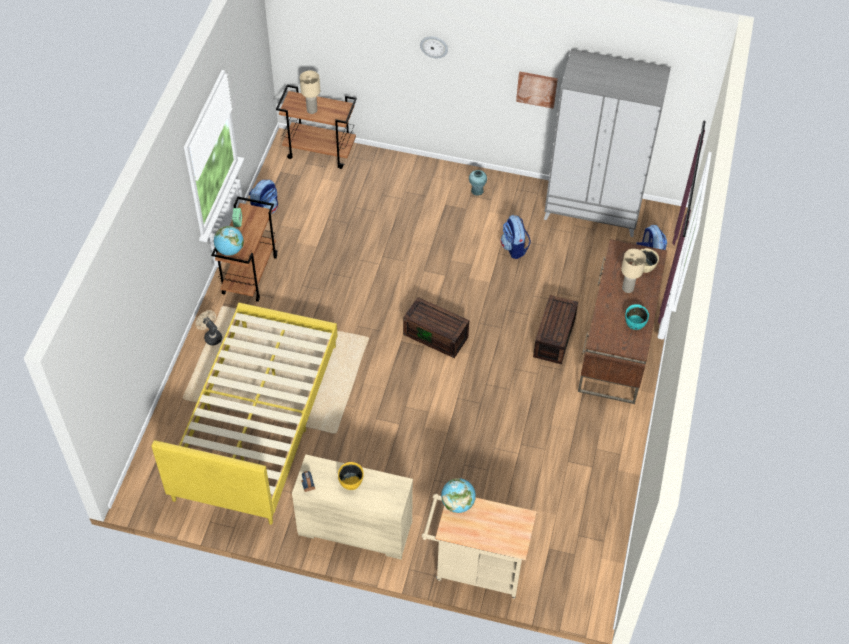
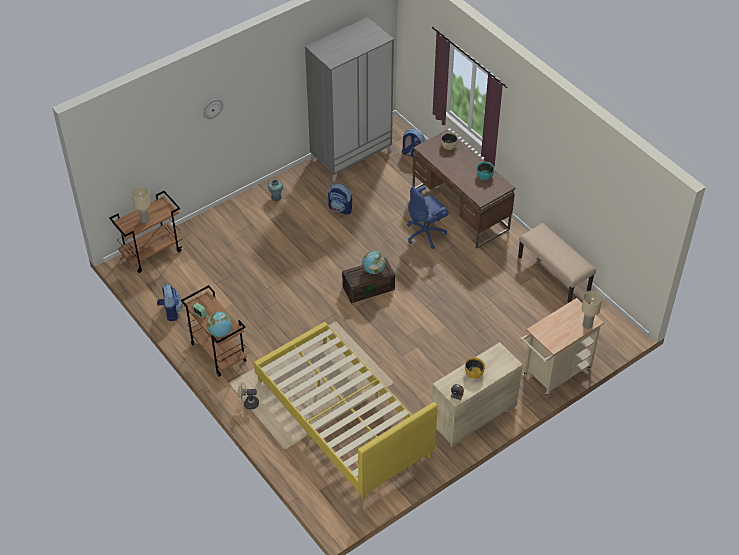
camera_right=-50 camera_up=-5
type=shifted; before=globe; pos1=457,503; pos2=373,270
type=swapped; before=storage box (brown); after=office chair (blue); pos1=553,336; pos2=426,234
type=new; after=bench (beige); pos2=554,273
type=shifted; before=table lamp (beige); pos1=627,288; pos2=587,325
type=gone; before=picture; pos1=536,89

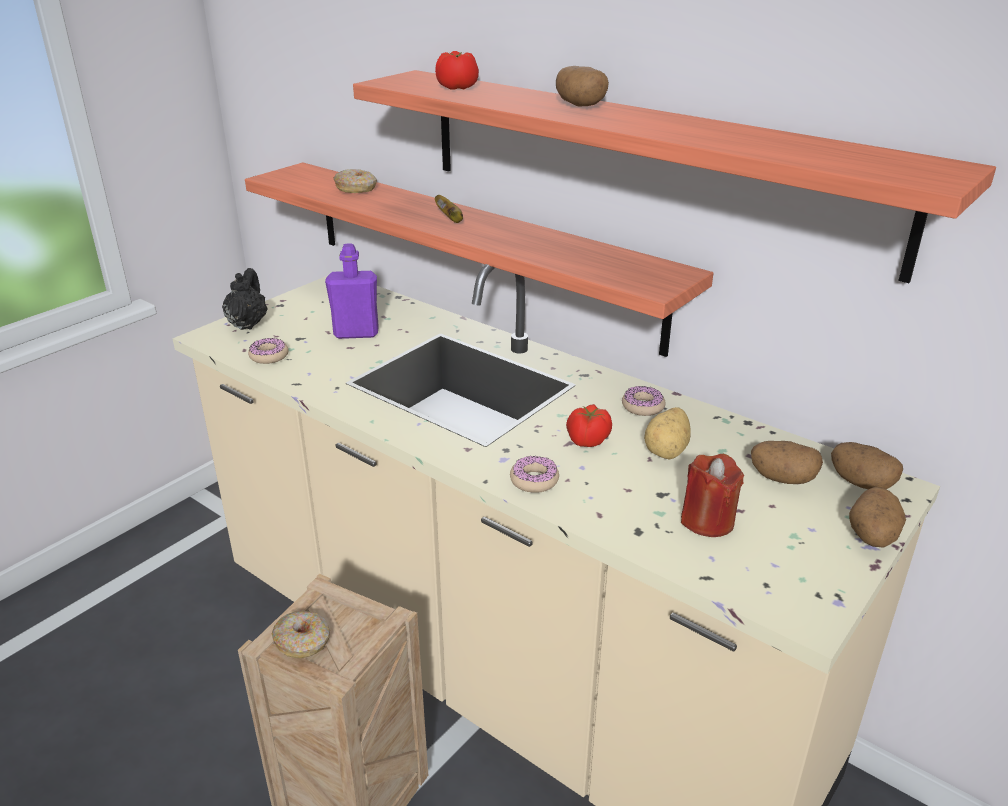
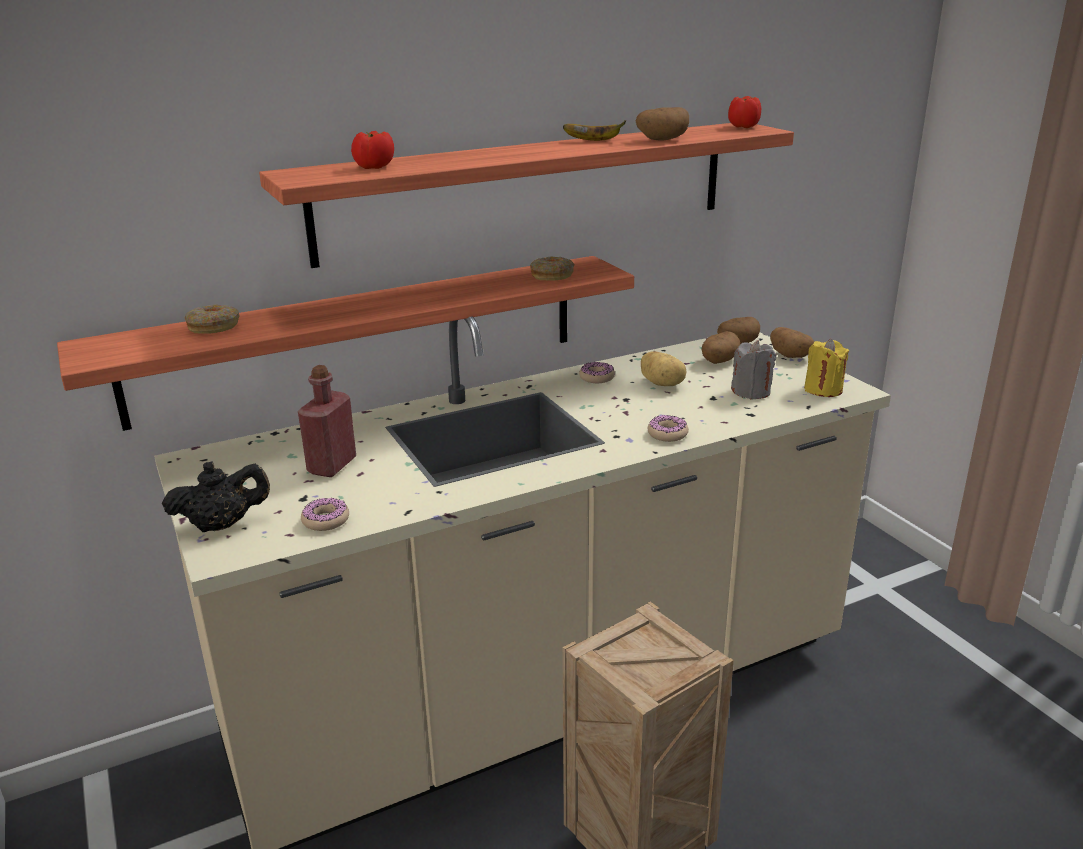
camera_right=-65 camera_up=-5
type=rotated; before=teapot (black); pos1=248,324; pos2=222,525; turn=135
type=repainted; before=bottle (purple); after=bottle (red); pos1=356,333; pos2=332,466
type=shifted; before=donut; pos1=303,641; pos2=552,276
type=shifted; before=banana; pos1=450,219; pos2=594,141
type=shifted; before=potato; pos1=579,105; pos2=662,140
type=shifted; before=tomato; pos1=587,441; pos2=743,127
type=repainted; before=candle (red); after=candle (grey); pos1=707,521; pos2=751,392
type=new; after=candle (yellow); pos2=823,390

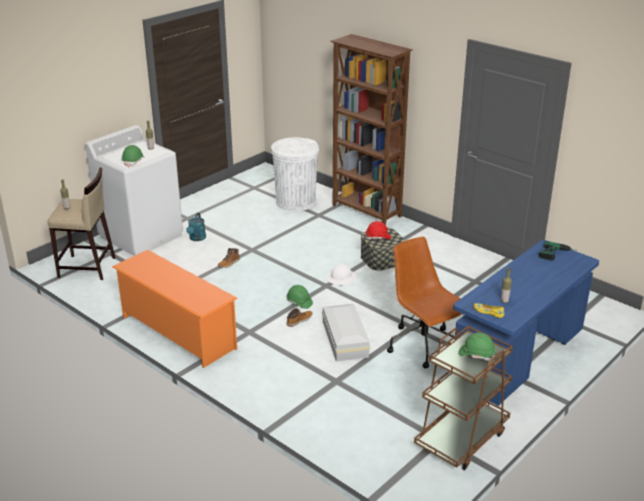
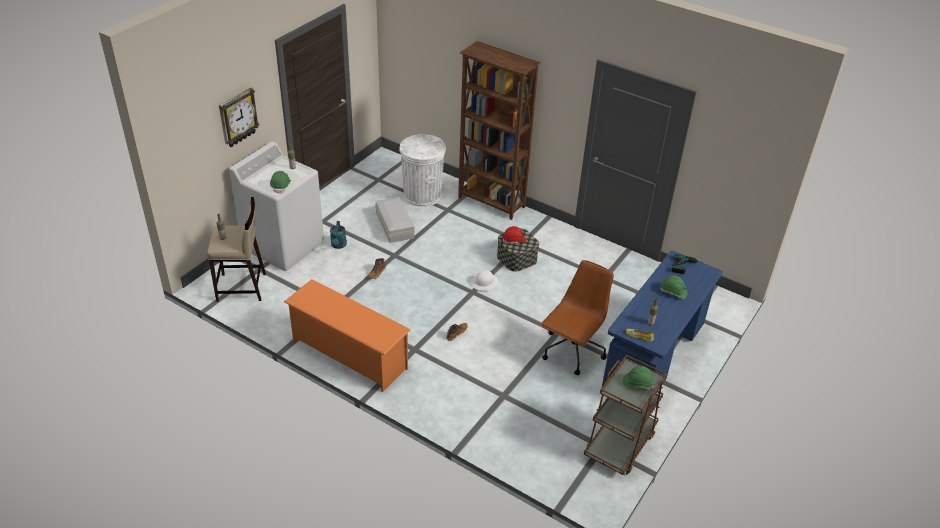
camera_right=-10 camera_up=10
type=new; after=wall clock; pos2=238,117
type=shifted; before=storage box (white); pos1=344,340; pos2=394,225
type=rotated; before=office chair (brown); pos1=424,346; pos2=572,352; turn=75
type=shifted; before=hard hat (green); pos1=299,302; pos2=673,292

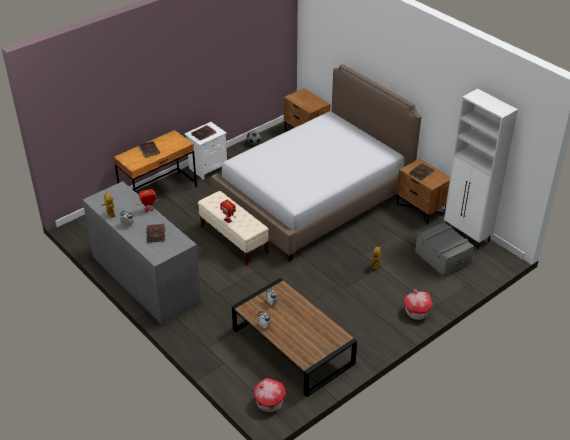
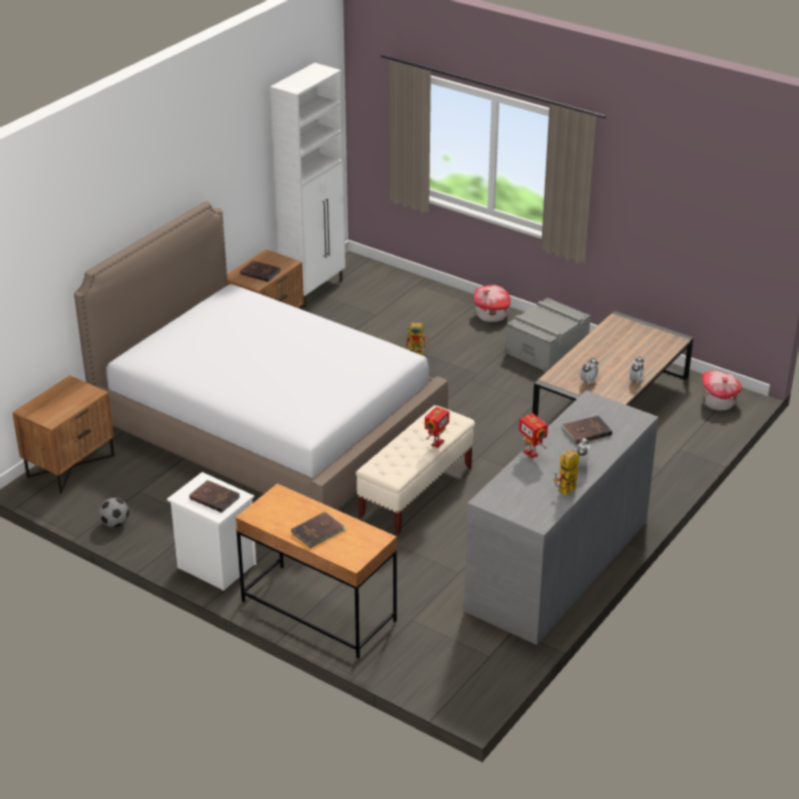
camera_right=-105 camera_up=-5
type=shifted; before=storage box (grey); pos1=442,257; pos2=547,349

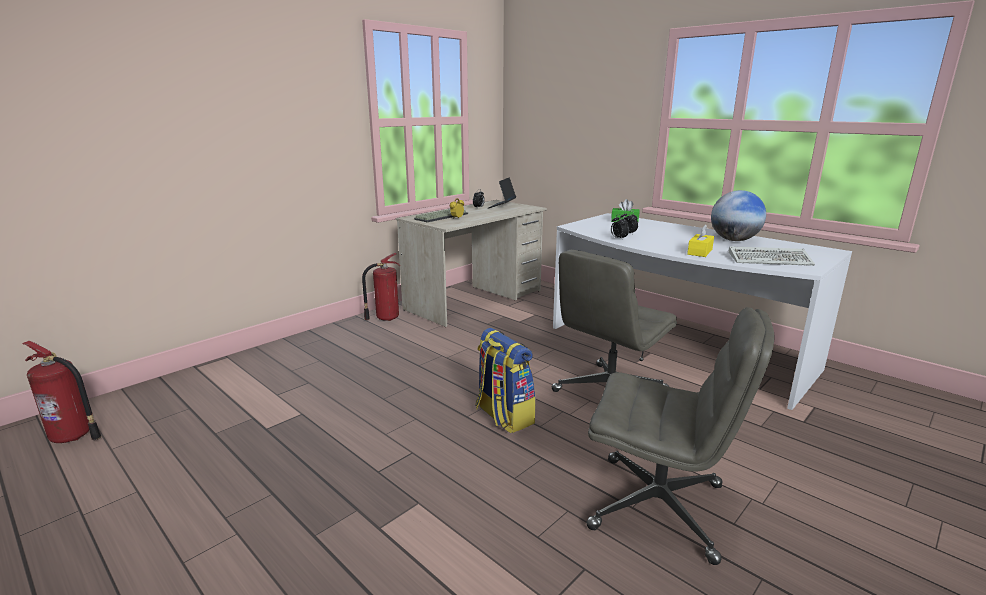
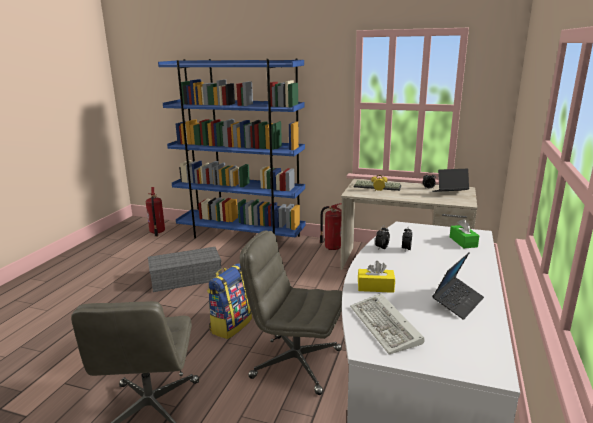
camera_right=65 camera_up=0
type=new; after=storage box (grey); pos2=187,277
type=new; after=bookcase (blue); pos2=241,236
type=swapped; before=globe; after=laptop; pos1=734,240; pos2=457,302

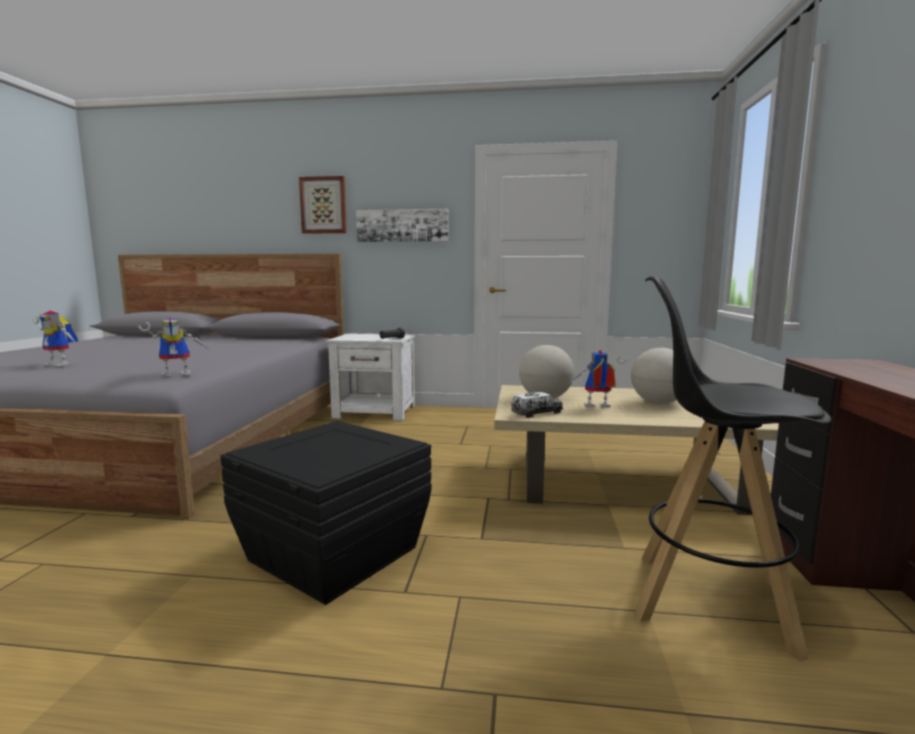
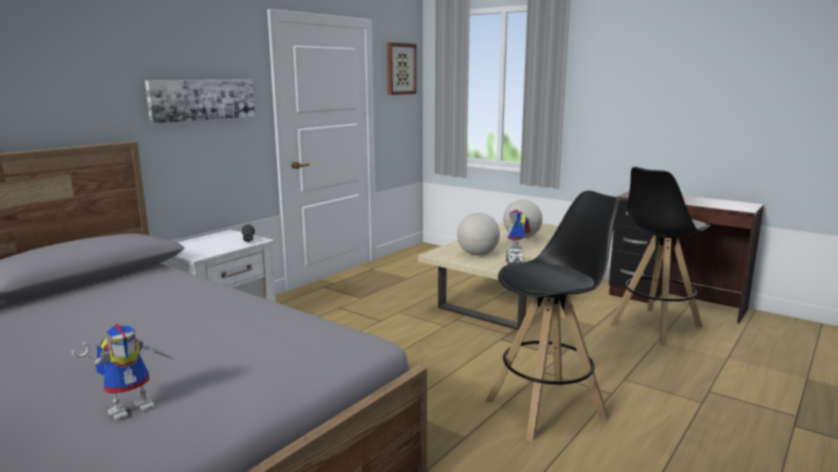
camera_right=-60 camera_up=5
type=shifted; before=picture; pos1=323,205; pos2=400,69
type=swapped; before=storage box (black); after=stool (black); pos1=331,554; pos2=547,409
type=gone; before=toy robot; pos1=179,374

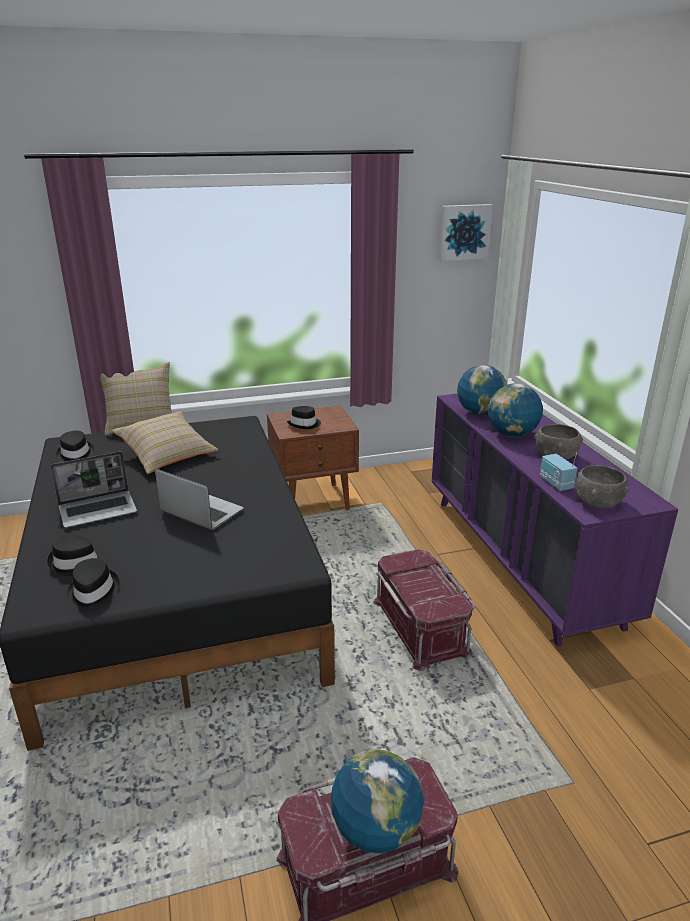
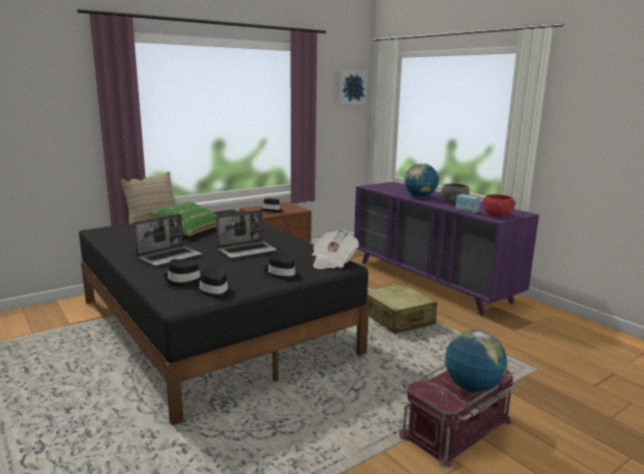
camera_right=-20 camera_up=-10
type=repainted; before=pillow (beige); after=pillow (green); pos1=166,455; pos2=189,230
type=rotated; before=laptop; pos1=200,512; pos2=247,251; turn=135
type=shifted; before=hat (black); pos1=75,455; pos2=282,274
type=new; after=newspaper; pos2=332,262
type=swapped; before=storage box (red); after=suitcase (beige); pos1=421,626; pos2=398,319
type=repainted; before=bowl (grey); after=bowl (red); pos1=597,502; pos2=497,215
type=gone; before=globe; pos1=480,413

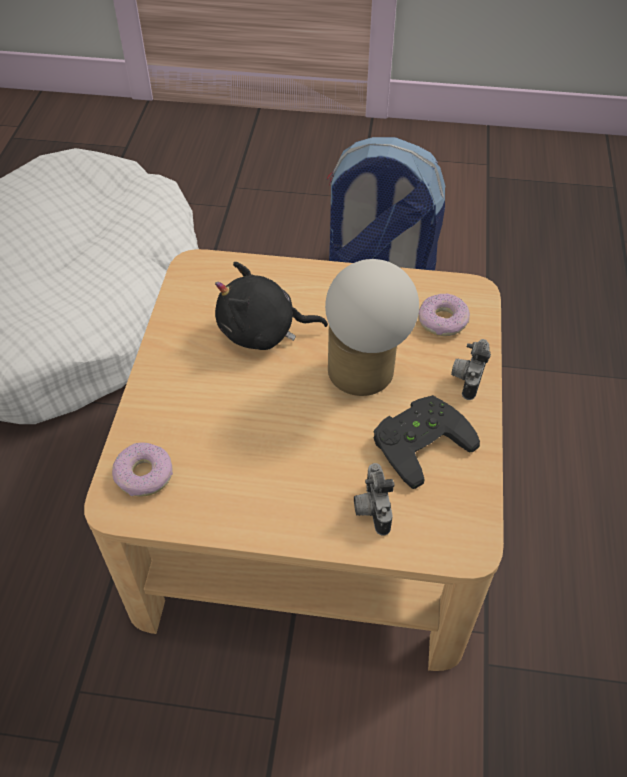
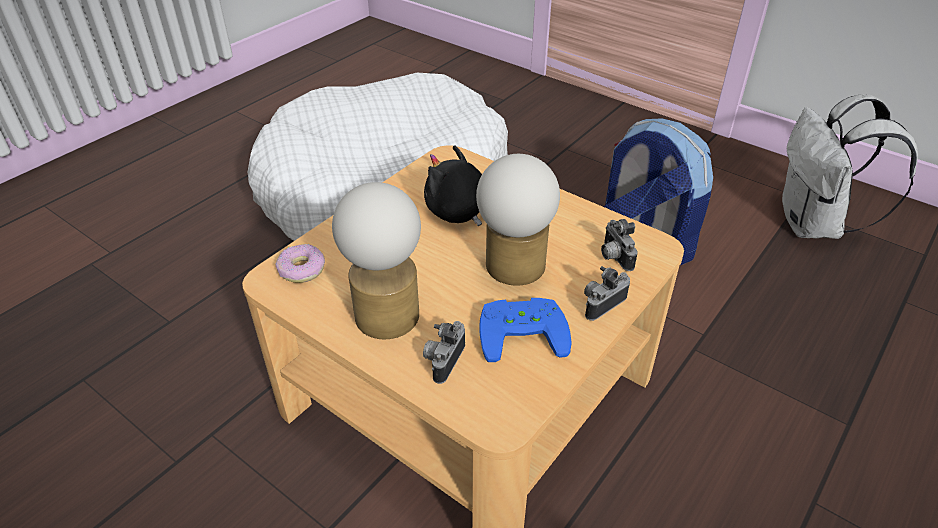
camera_right=30 camera_up=-10
type=new; after=table lamp; pos2=387,308
type=repainted; before=game controller (black); after=game controller (blue); pos1=418,439; pos2=522,330
type=swapped; before=donut; after=photo camera; pos1=443,321; pos2=613,257
type=new; after=backpack (white); pos2=813,225

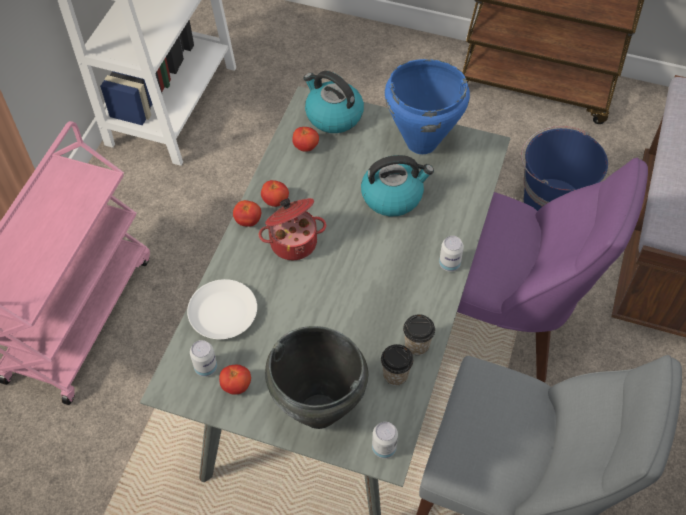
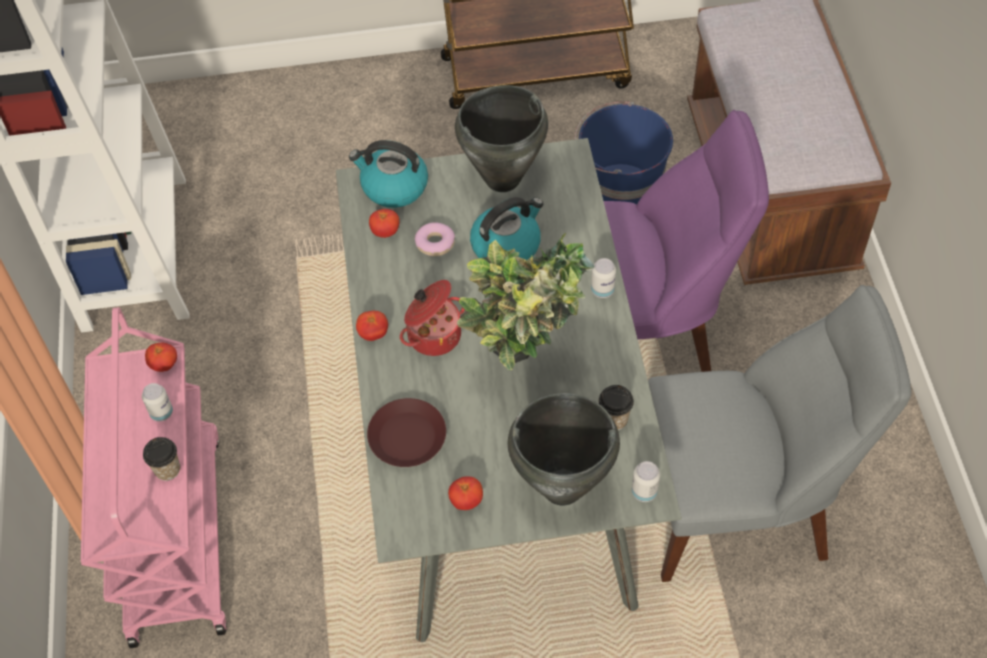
camera_right=-25 camera_up=0
type=shifted; before=can; pos1=206,367; pos2=161,413
type=shifted; before=cup; pos1=417,345; pos2=167,469
type=shifted; before=tomato; pos1=275,201; pos2=164,365
type=repainted; before=plate (white); after=plate (brown); pos1=222,313; pos2=406,437
type=new; after=donut; pos2=435,243
type=repainted; before=cooking pot (blue); after=cooking pot (black); pos1=421,142; pos2=501,178
type=new; after=potted plant; pos2=525,381

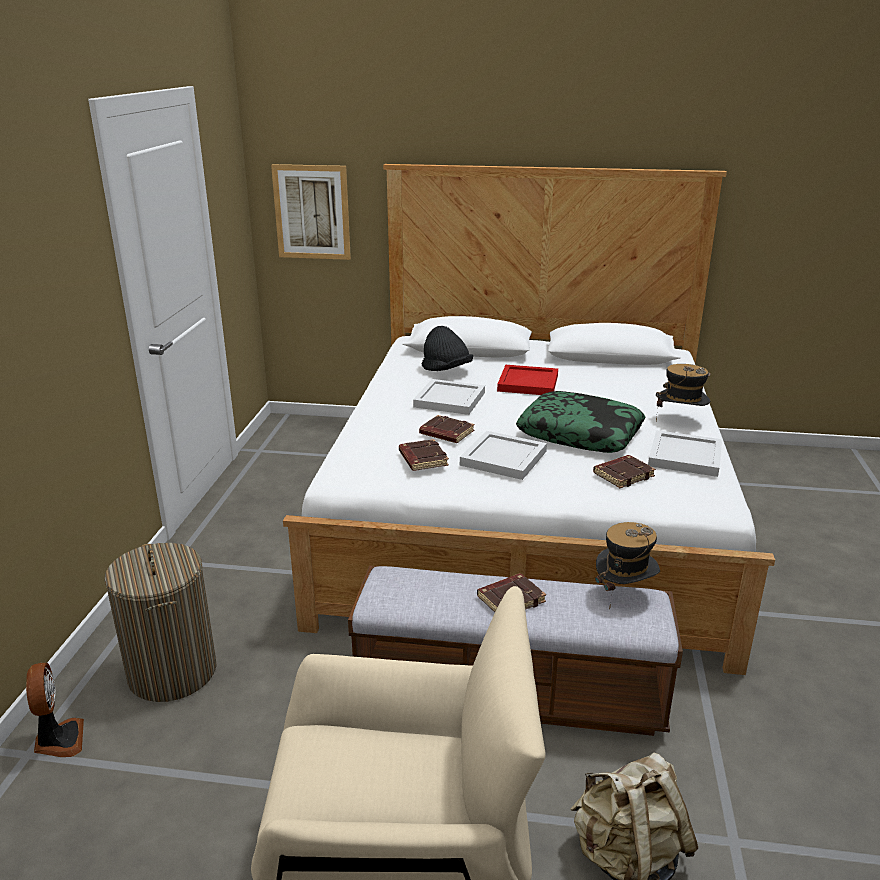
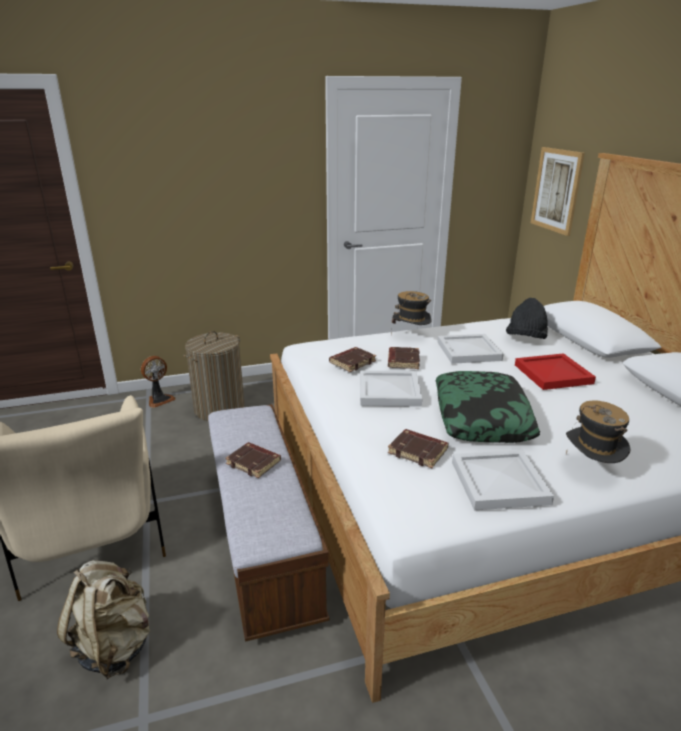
camera_right=65 camera_up=0
type=shifted; before=hat; pos1=624,594; pos2=410,336

